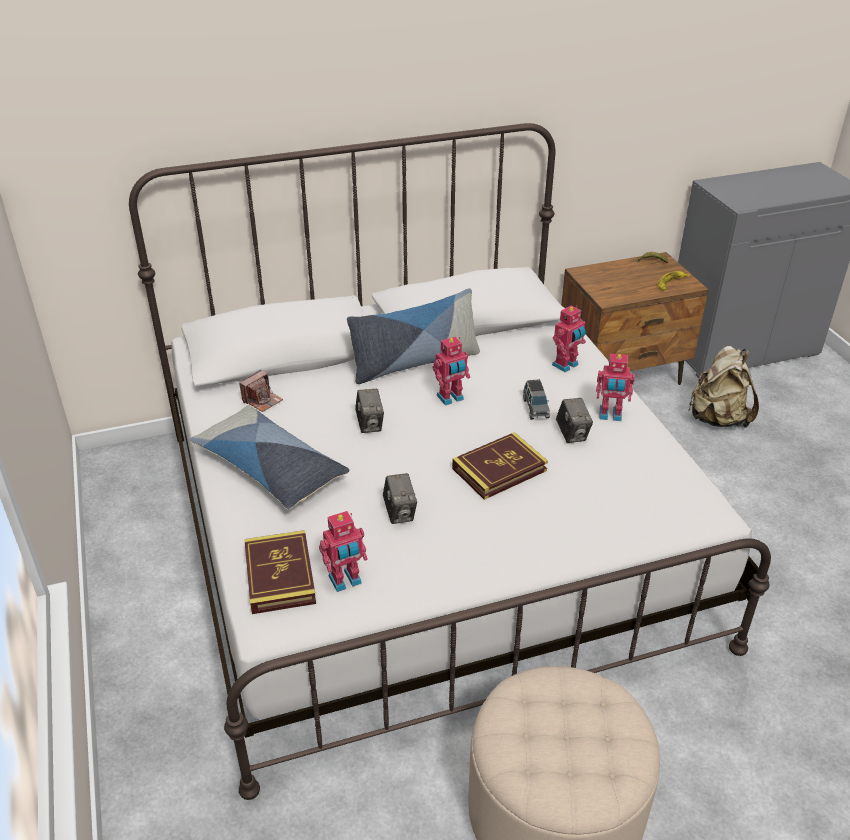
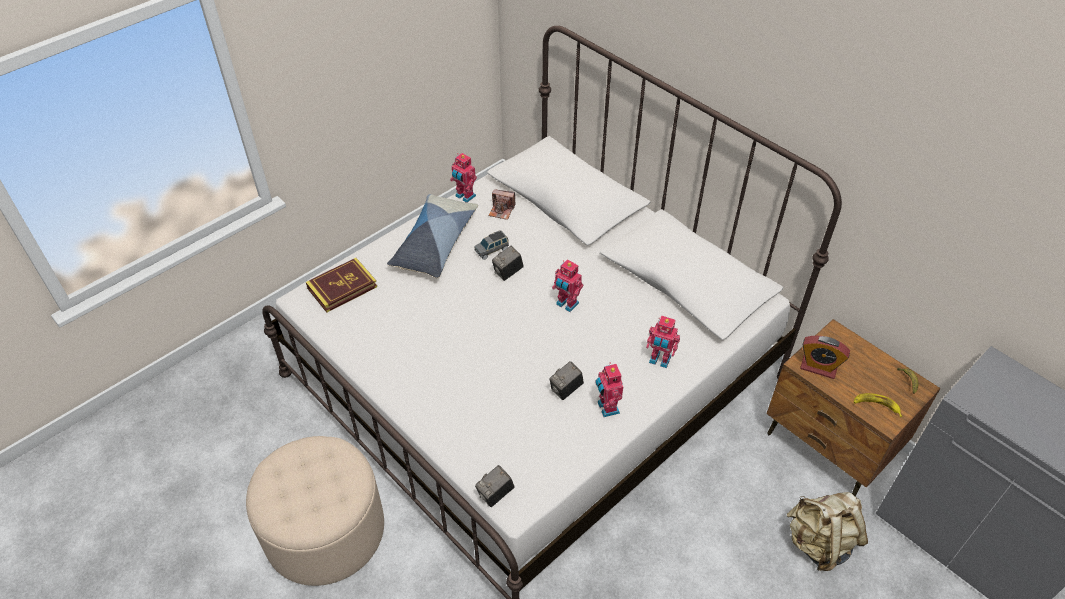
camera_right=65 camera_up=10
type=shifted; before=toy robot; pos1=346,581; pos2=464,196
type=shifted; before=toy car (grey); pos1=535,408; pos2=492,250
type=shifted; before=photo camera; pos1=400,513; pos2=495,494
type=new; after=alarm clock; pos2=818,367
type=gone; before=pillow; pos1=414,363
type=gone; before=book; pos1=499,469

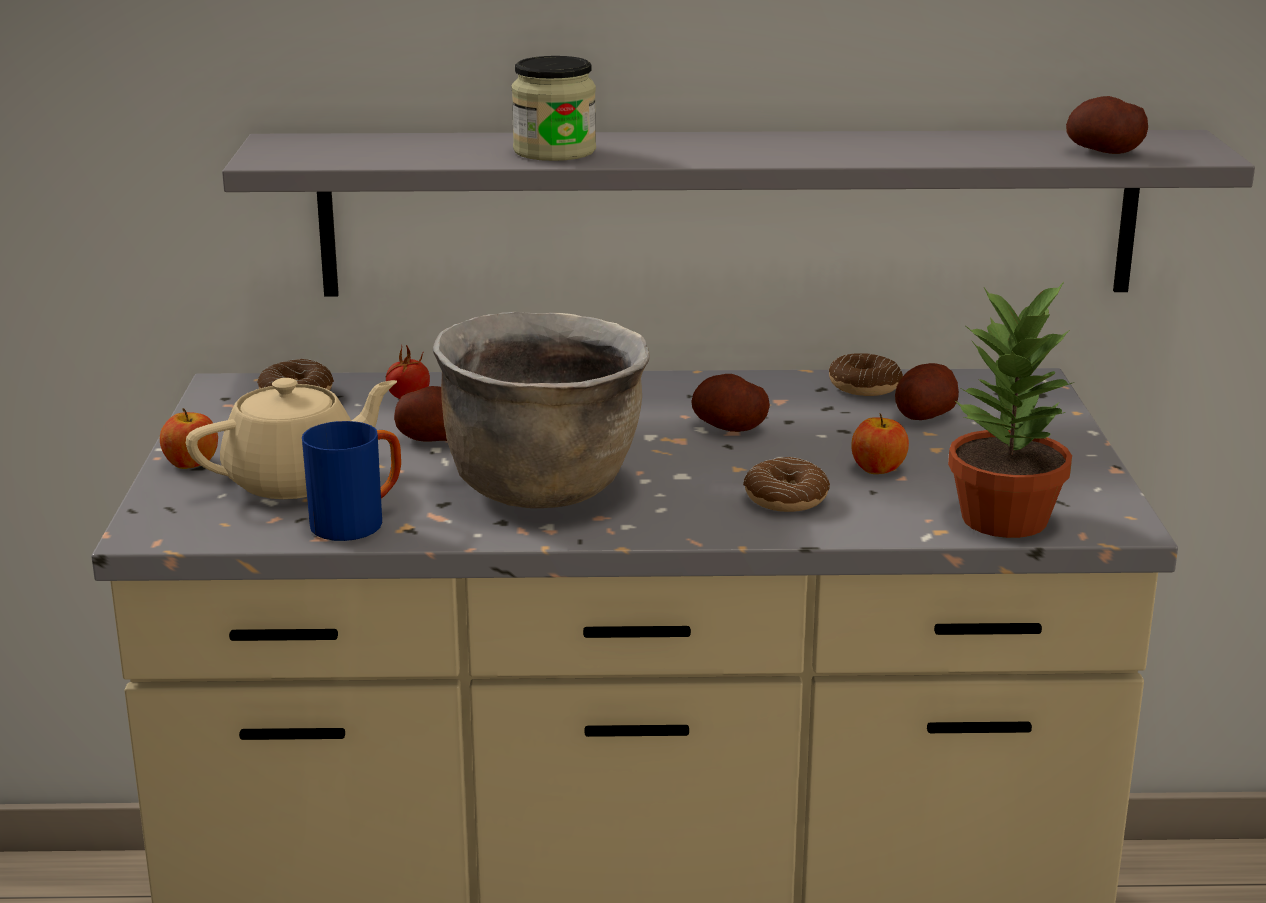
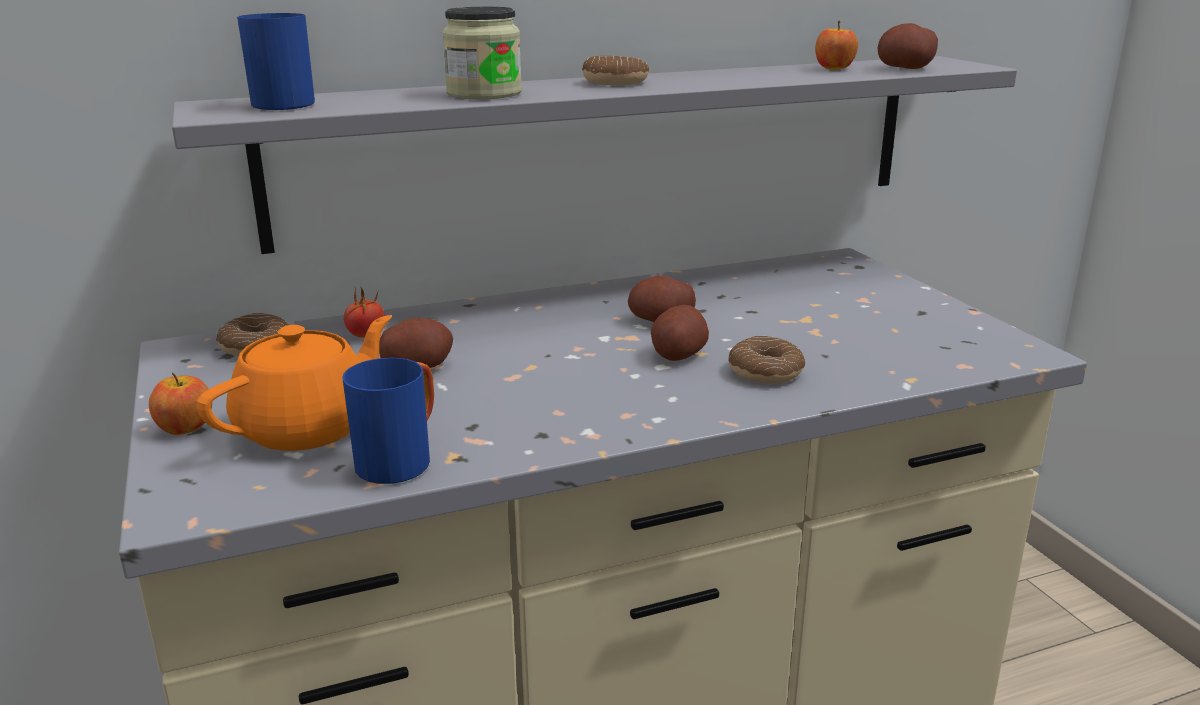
camera_right=-20 camera_up=0
type=repainted; before=teapot (beige); after=teapot (orange); pos1=297,480; pos2=309,427
type=new; after=mug (blue); pos2=278,103
type=shifted; before=donut; pos1=864,386; pos2=615,82
type=shifted; before=potato; pos1=924,415; pos2=678,354
type=shifted; before=apple; pos1=878,469; pos2=834,68
type=gone; before=cooking pot (brown); pos1=544,488
type=gone; before=potted plant; pos1=1006,520

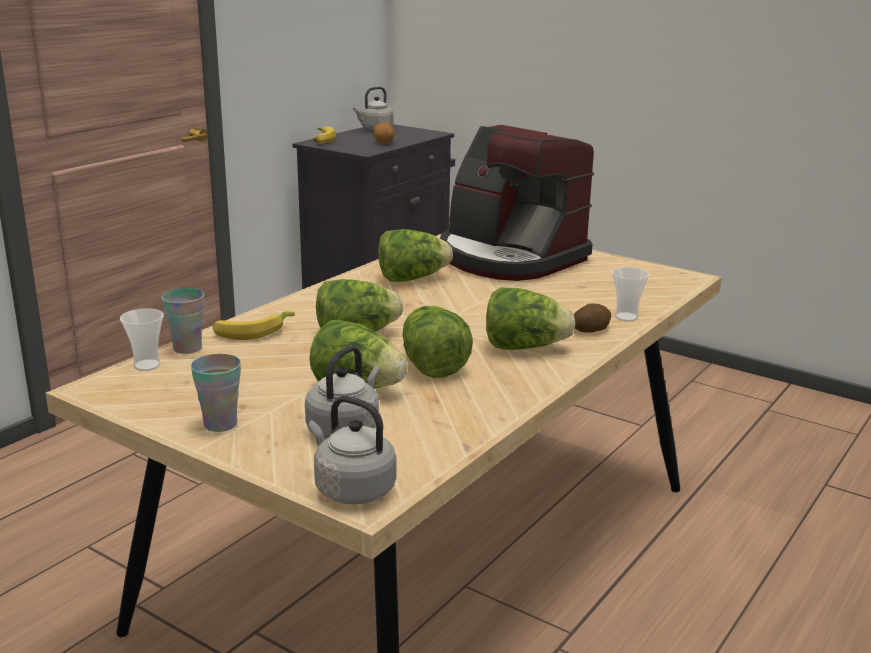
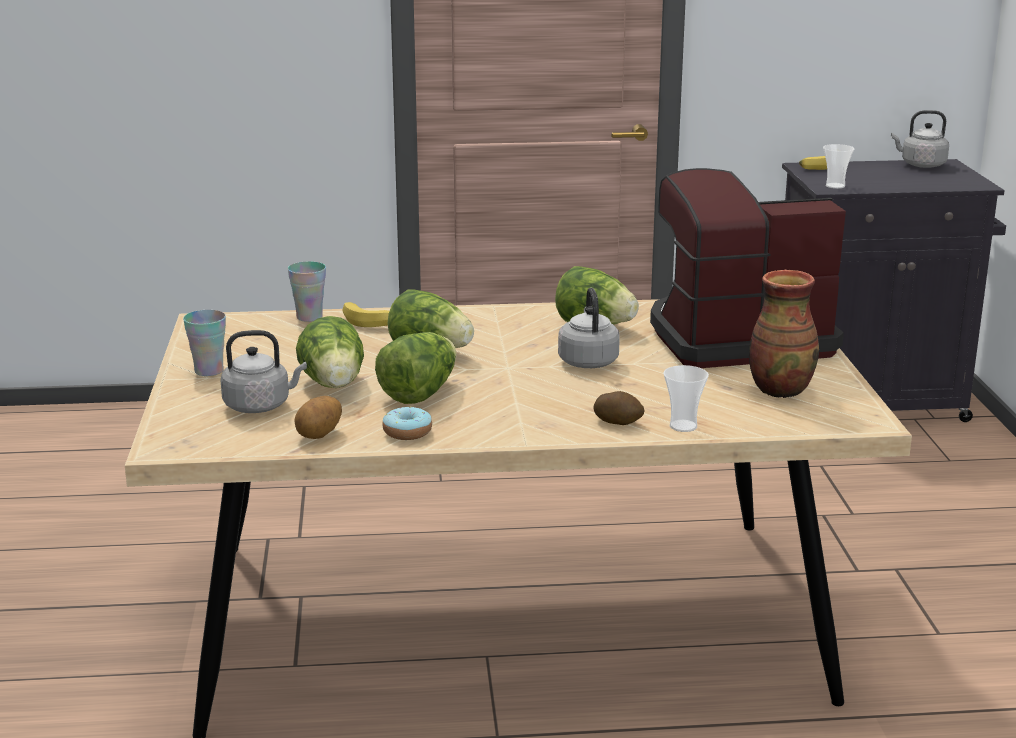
camera_right=50 camera_up=0
type=shifted; before=potato; pos1=384,143; pos2=320,435
type=new; after=donut; pos2=407,432
type=shifted; before=kettle (grey); pos1=351,489; pos2=587,361
type=rotated; before=coffee machine; pos1=509,258; pos2=736,339; turn=75
type=new; after=vase; pos2=779,389
type=shifted; before=cup; pos1=147,365; pos2=835,186
type=gone; before=lettuce; pos1=524,347

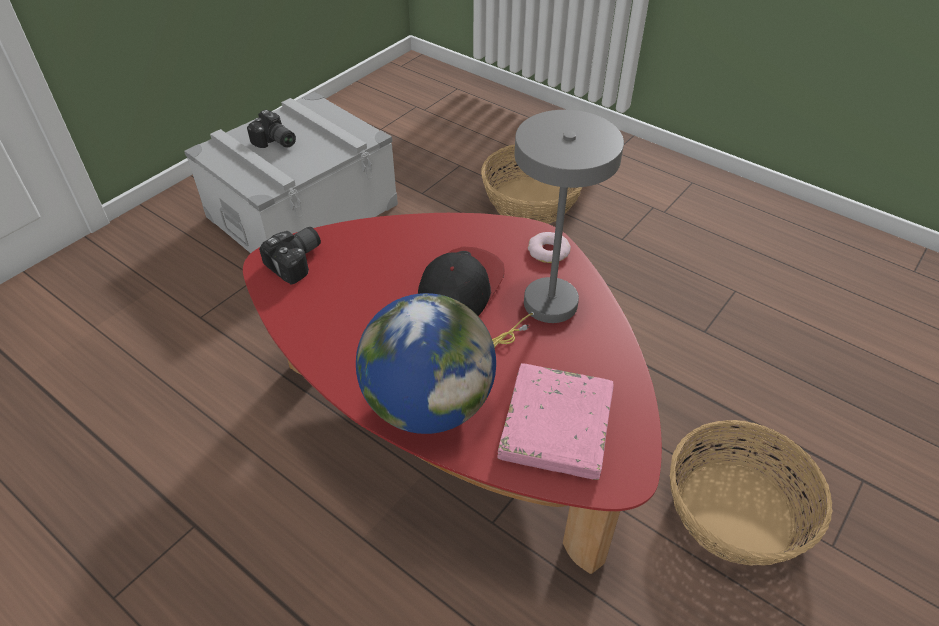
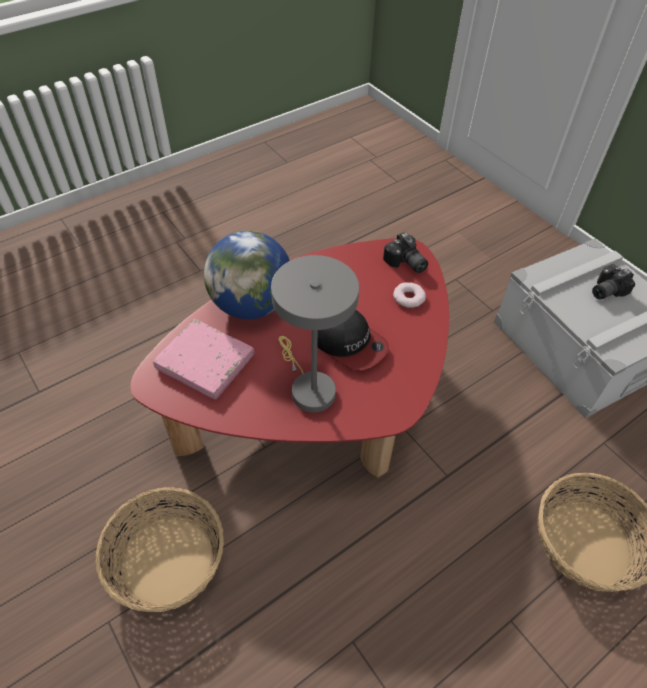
camera_right=105 camera_up=5
type=shifted; before=donut; pos1=548,251; pos2=408,297

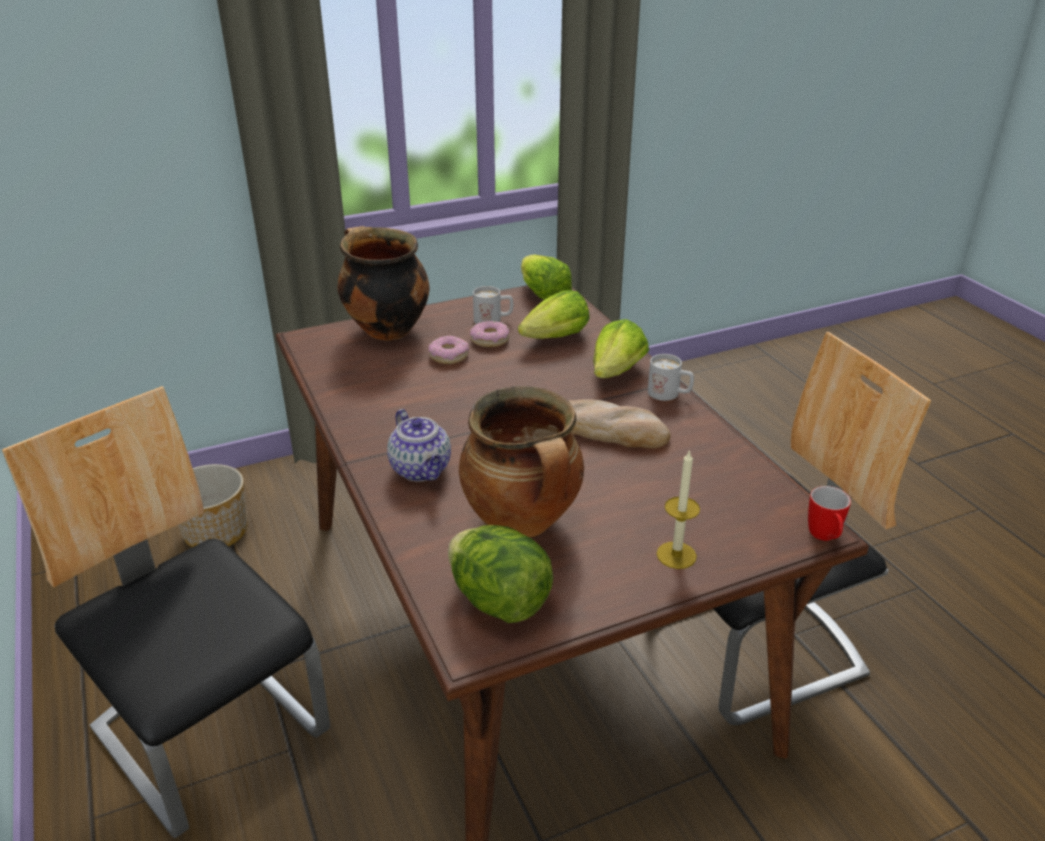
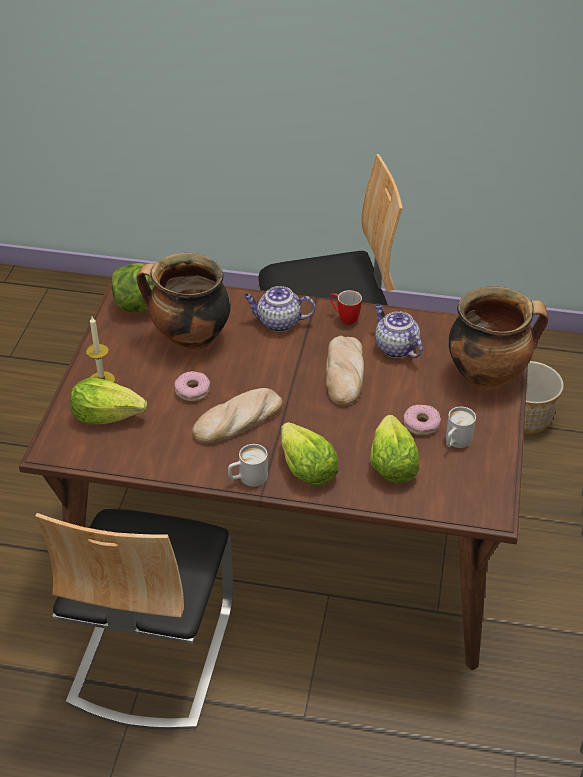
camera_right=125 camera_up=10
type=shifted; before=lettuce; pos1=542,294; pos2=107,415
type=shifted; before=donut; pos1=449,356; pos2=192,390
type=new; after=bread; pos2=344,373
type=shifted; before=mug; pos1=825,538; pos2=344,318
type=new; after=teapot; pos2=395,347

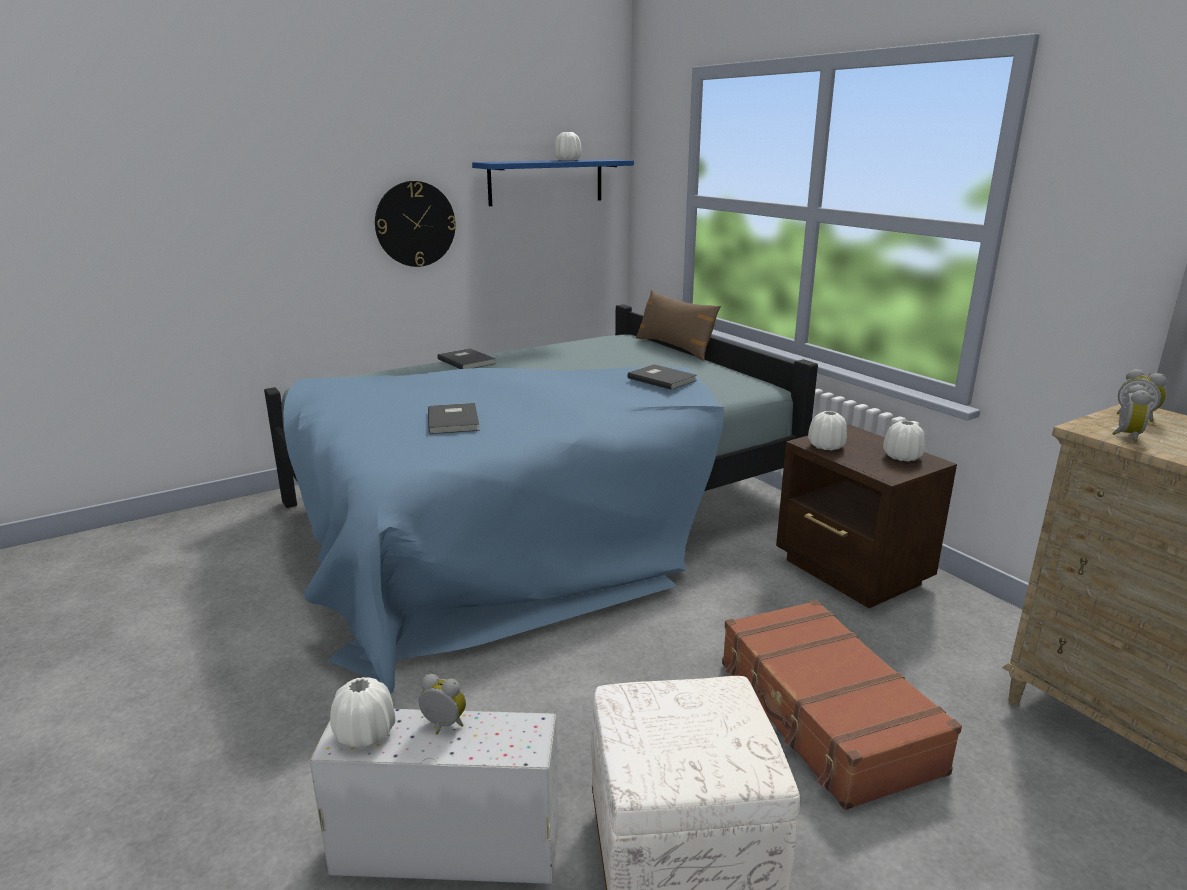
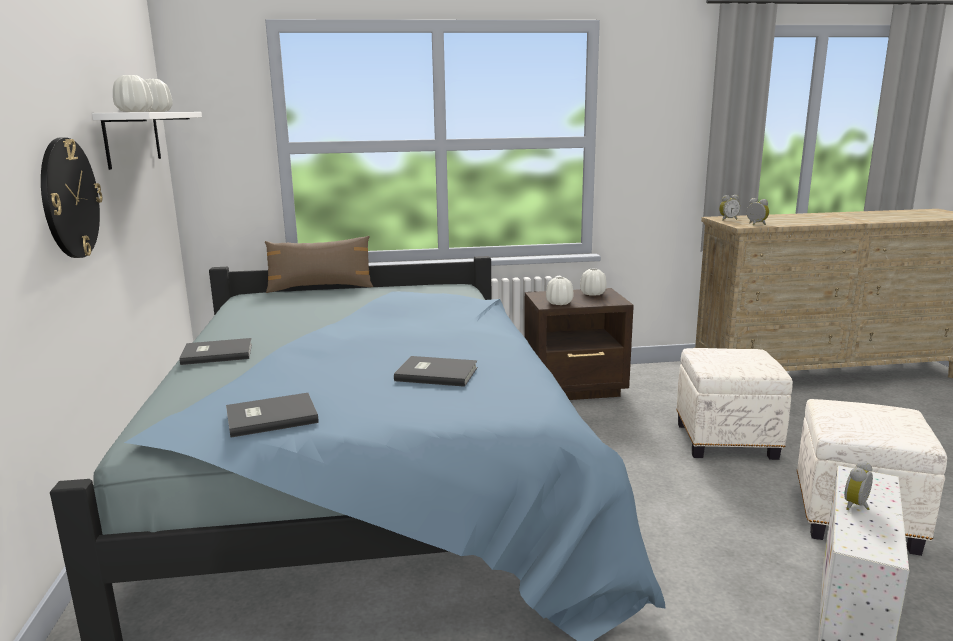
camera_right=-65 camera_up=-5
type=repainted; before=shelf (blue); after=shelf (white); pos1=546,182; pos2=133,138
type=shifted; before=vase (white); pos1=365,733; pos2=135,111
type=shifted; before=book (grey); pos1=662,379; pos2=270,417
type=swapped; before=suitcase (brown); after=ottoman (white); pos1=824,716; pos2=727,440

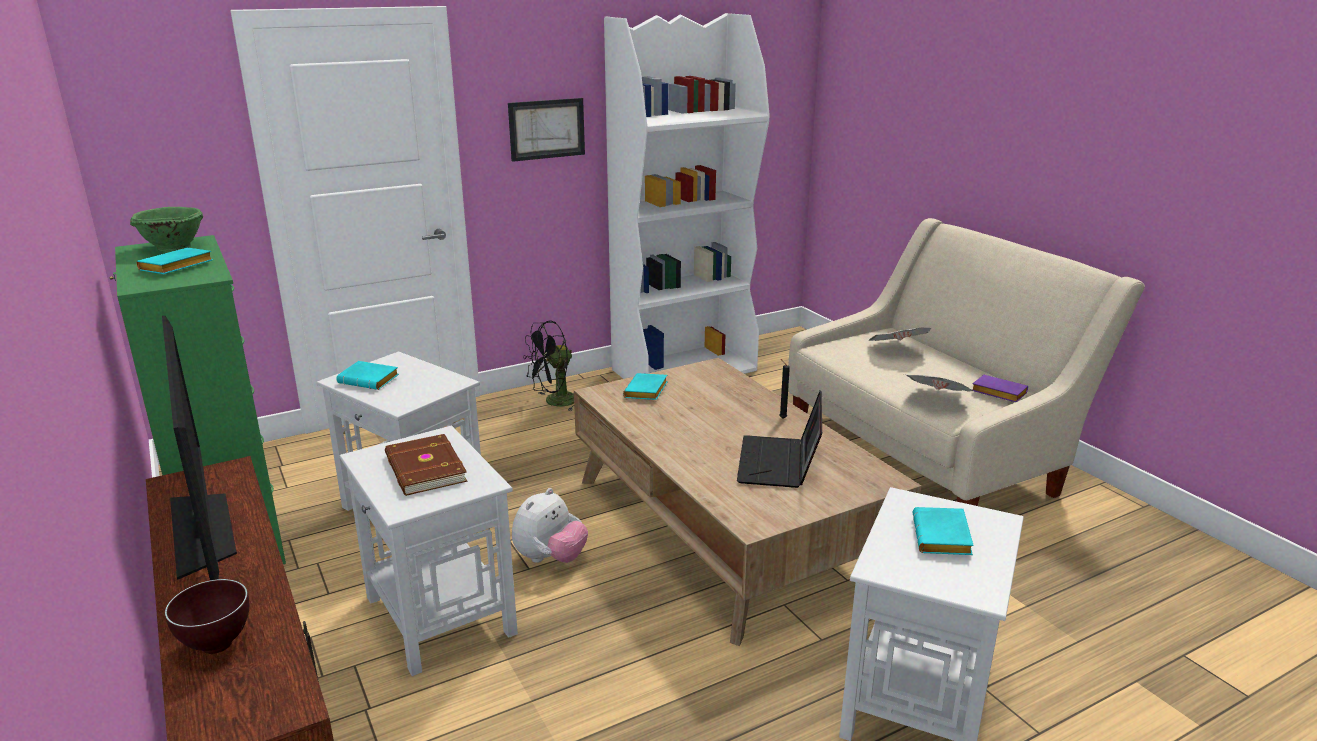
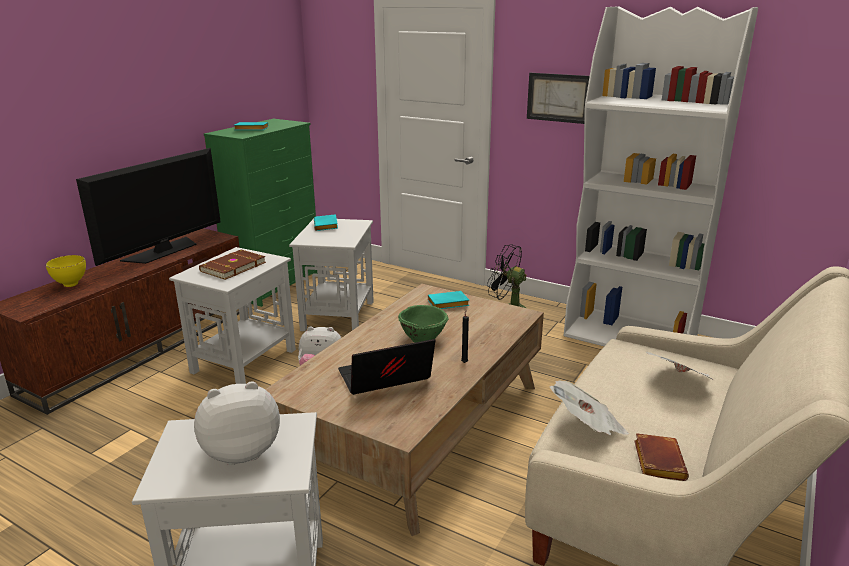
camera_right=60 camera_up=0
type=repainted; before=bowl (brown); after=bowl (yellow); pos1=219,644; pos2=72,285
type=swapped; before=book (turquoise); after=plush toy; pos1=943,538; pos2=241,451
type=shifted; before=bowl (green); pos1=173,247; pos2=423,339
type=repainted; before=book (purple); after=book (brown); pos1=997,393; pos2=657,460

